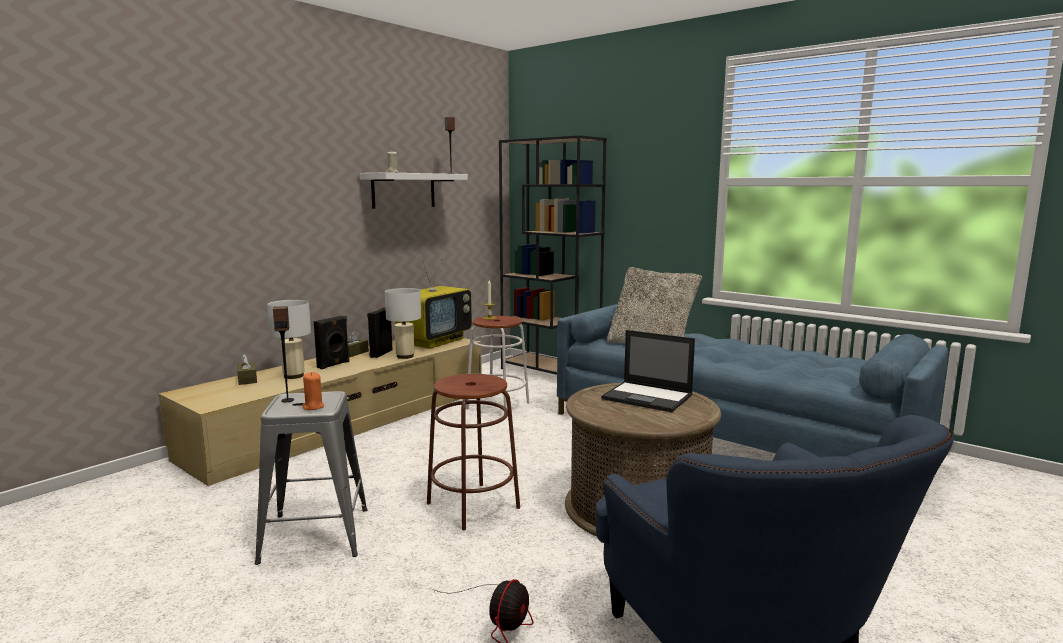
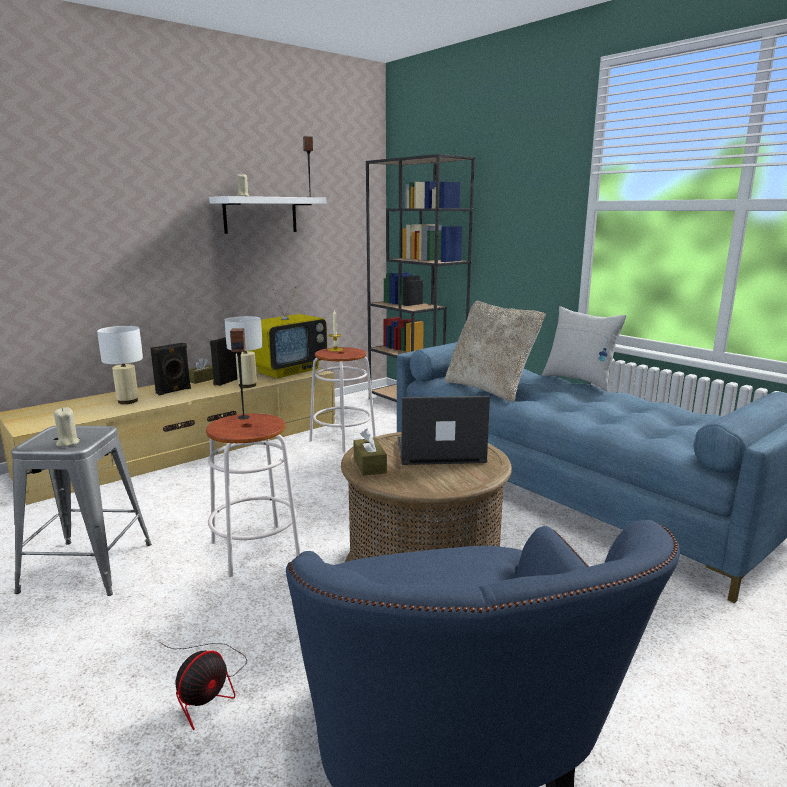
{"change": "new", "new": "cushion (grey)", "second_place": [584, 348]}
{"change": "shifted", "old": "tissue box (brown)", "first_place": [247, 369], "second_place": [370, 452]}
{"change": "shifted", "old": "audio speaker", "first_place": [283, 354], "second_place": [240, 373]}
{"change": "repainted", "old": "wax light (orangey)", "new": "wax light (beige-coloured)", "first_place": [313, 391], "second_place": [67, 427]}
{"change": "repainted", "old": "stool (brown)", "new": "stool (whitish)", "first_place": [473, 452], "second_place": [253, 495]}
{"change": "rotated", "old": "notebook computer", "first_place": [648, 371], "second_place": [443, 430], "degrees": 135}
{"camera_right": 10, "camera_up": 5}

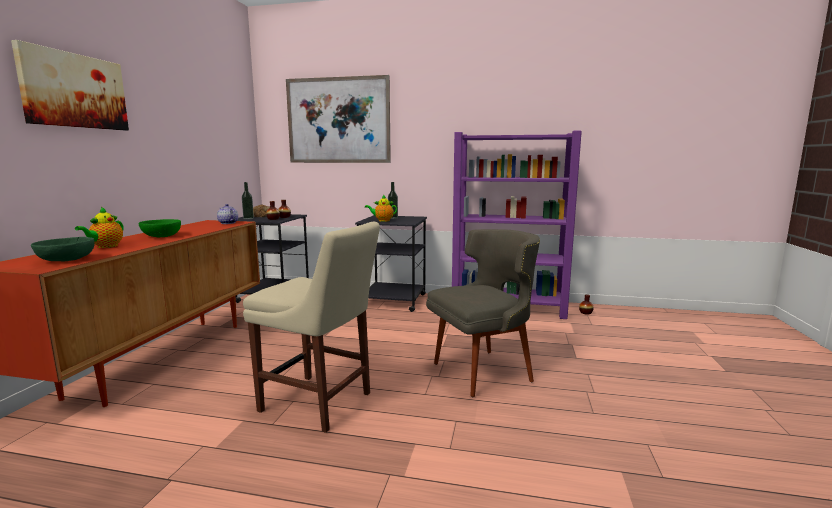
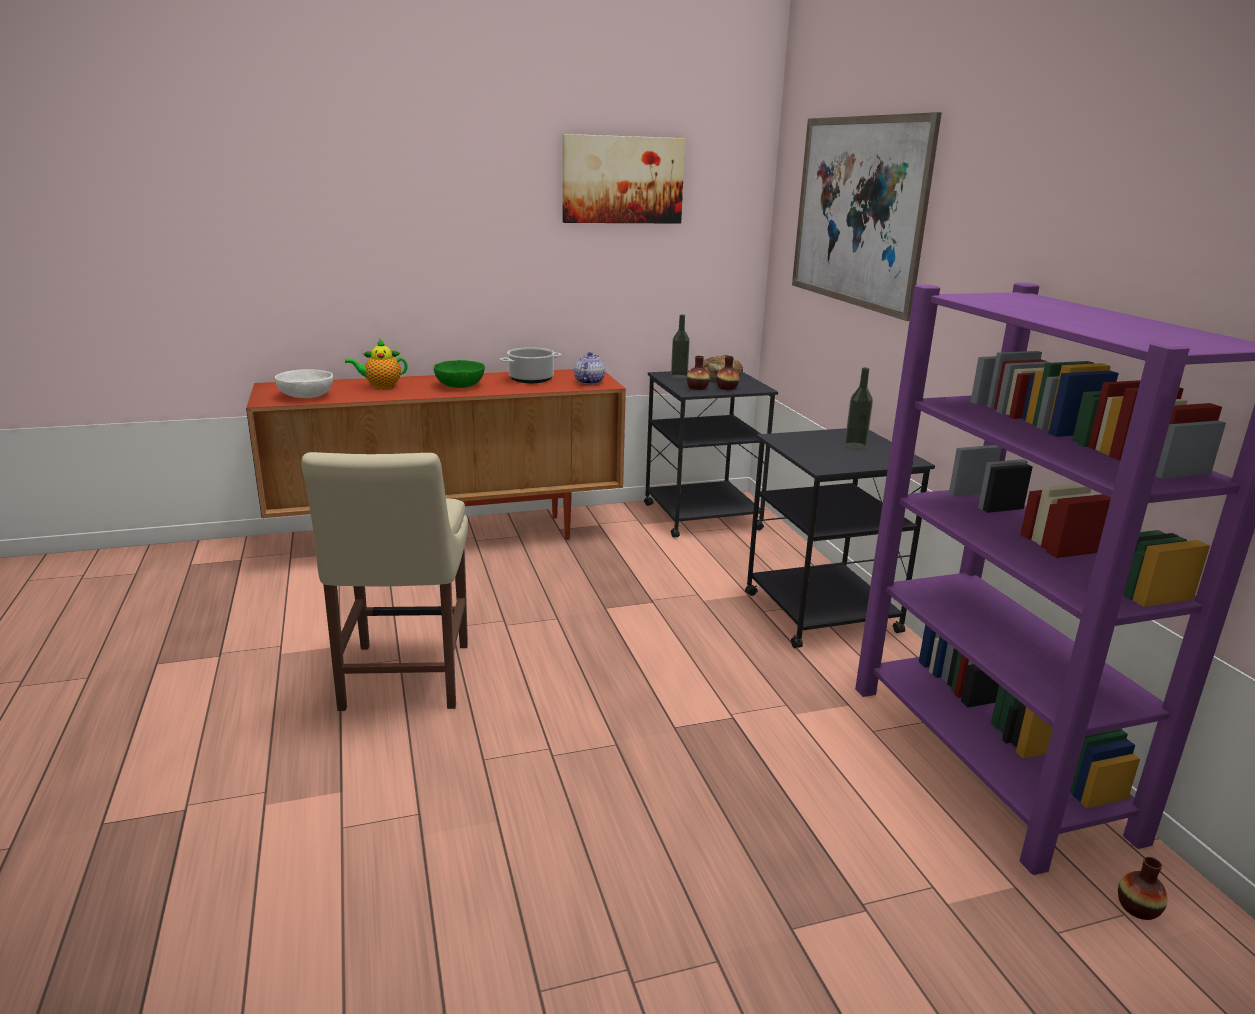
{"change": "gone", "old": "pot for tea", "first_place": [381, 208]}
{"change": "gone", "old": "chair (grey)", "first_place": [483, 313]}
{"change": "new", "new": "cooking pot", "second_place": [530, 365]}
{"change": "shifted", "old": "wall picture", "first_place": [70, 85], "second_place": [623, 179]}
{"change": "repainted", "old": "serving bowl (green-coloured)", "new": "serving bowl (whitish)", "first_place": [63, 249], "second_place": [304, 383]}
{"camera_right": 60, "camera_up": 10}

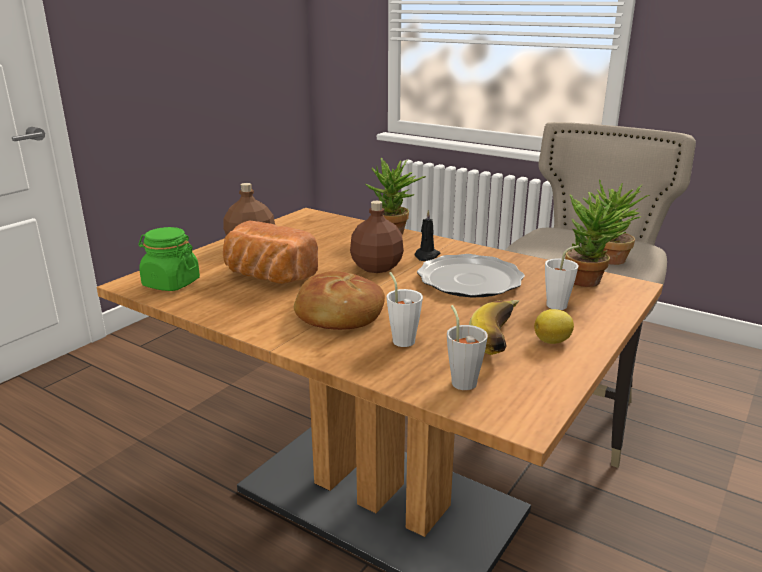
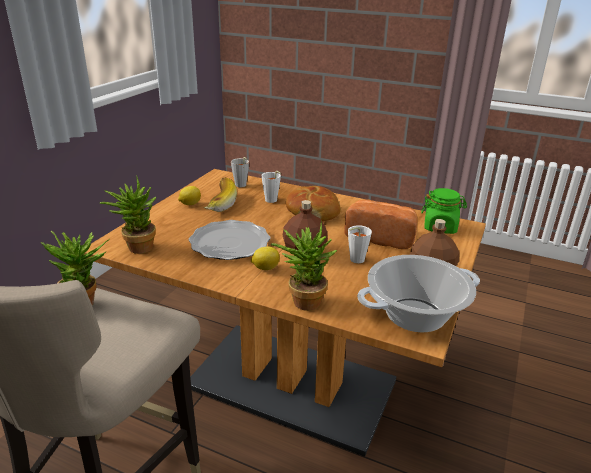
{"change": "new", "new": "cooking pot", "second_place": [418, 293]}
{"change": "shifted", "old": "drinking cup (whitish)", "first_place": [562, 277], "second_place": [360, 244]}
{"change": "swapped", "old": "wax light (blackish)", "new": "whole lemon", "first_place": [427, 235], "second_place": [265, 258]}
{"camera_right": 170, "camera_up": 5}

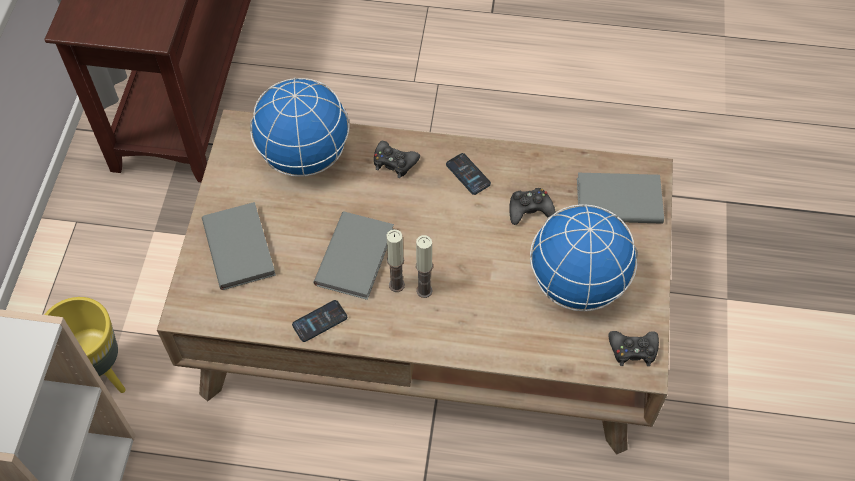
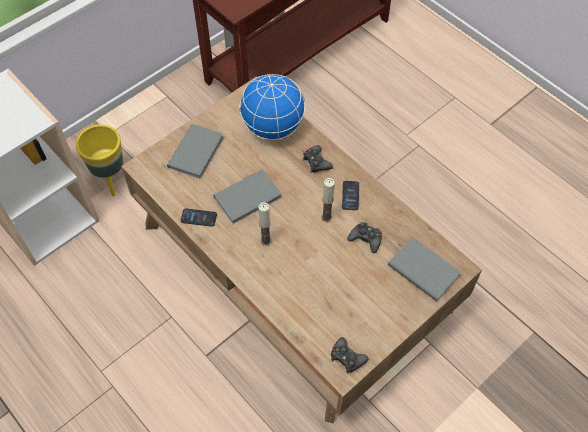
{"change": "gone", "old": "world globe", "first_place": [584, 257]}
{"change": "shifted", "old": "wax light", "first_place": [395, 260], "second_place": [328, 200]}
{"camera_right": 40, "camera_up": 0}

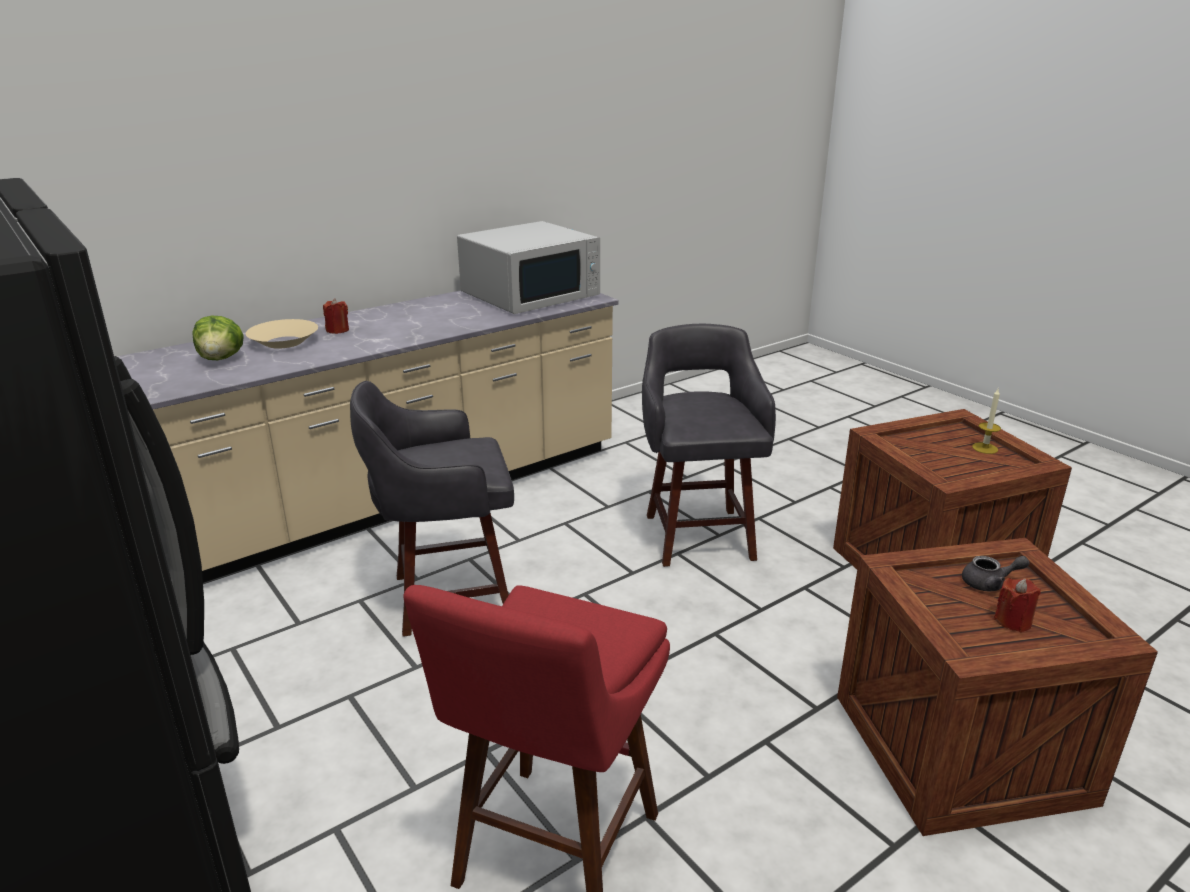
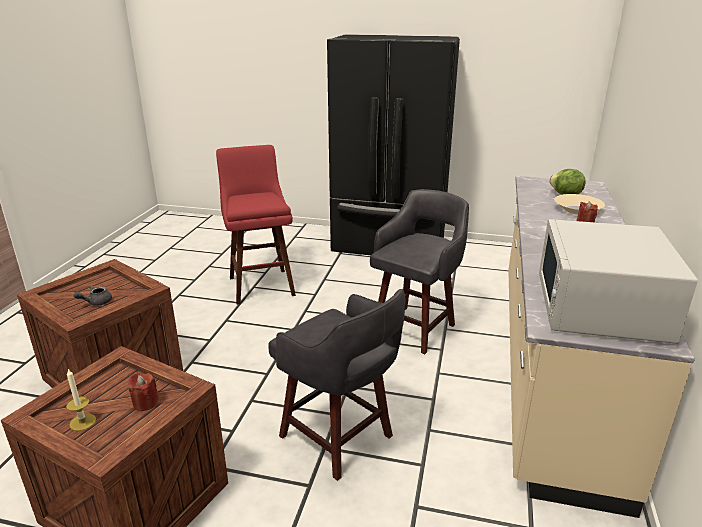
{"change": "shifted", "old": "wax light (red)", "first_place": [1017, 605], "second_place": [143, 391]}
{"camera_right": 140, "camera_up": 0}

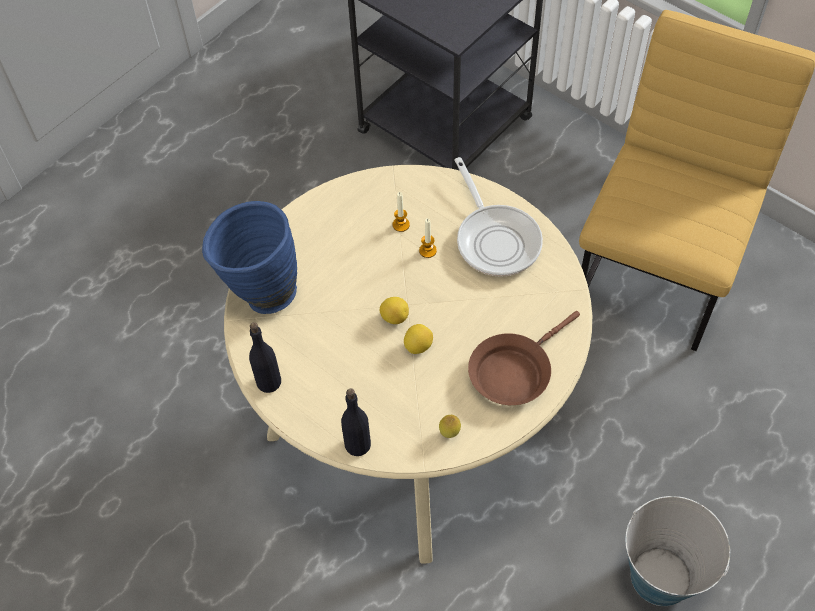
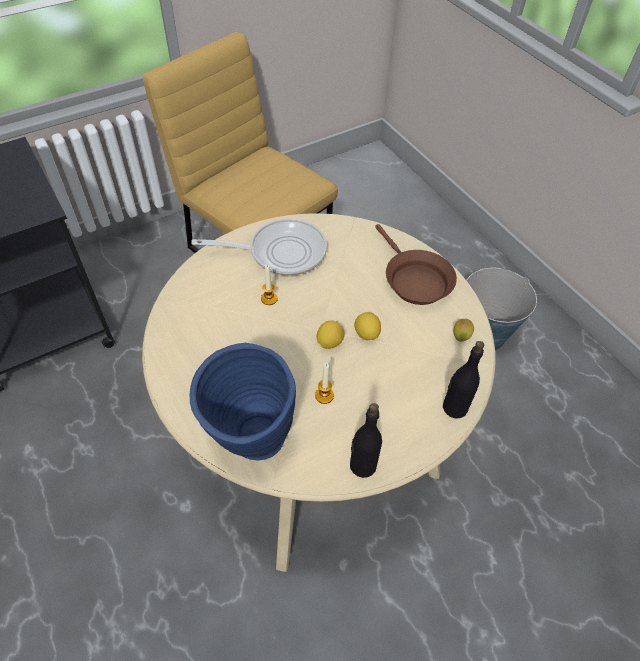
{"change": "shifted", "old": "wax light", "first_place": [401, 212], "second_place": [324, 383]}
{"camera_right": -75, "camera_up": -5}

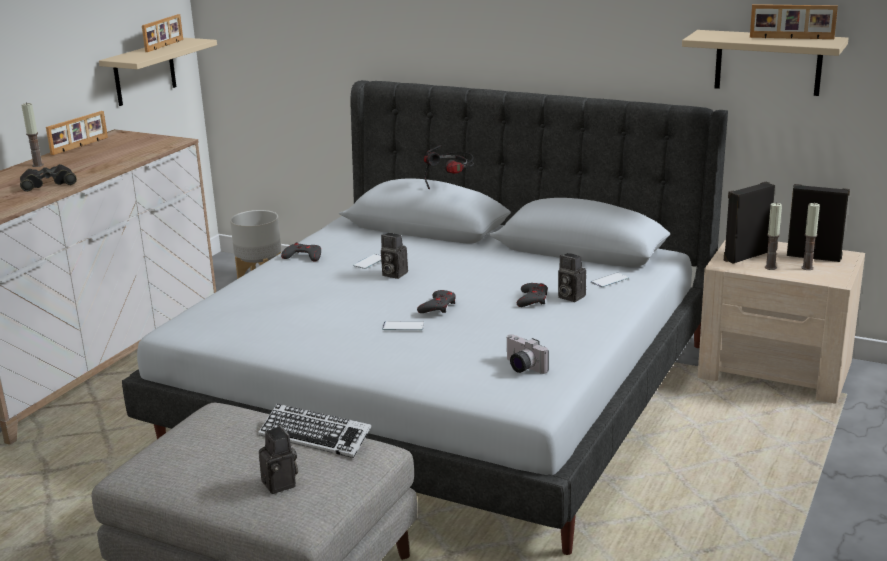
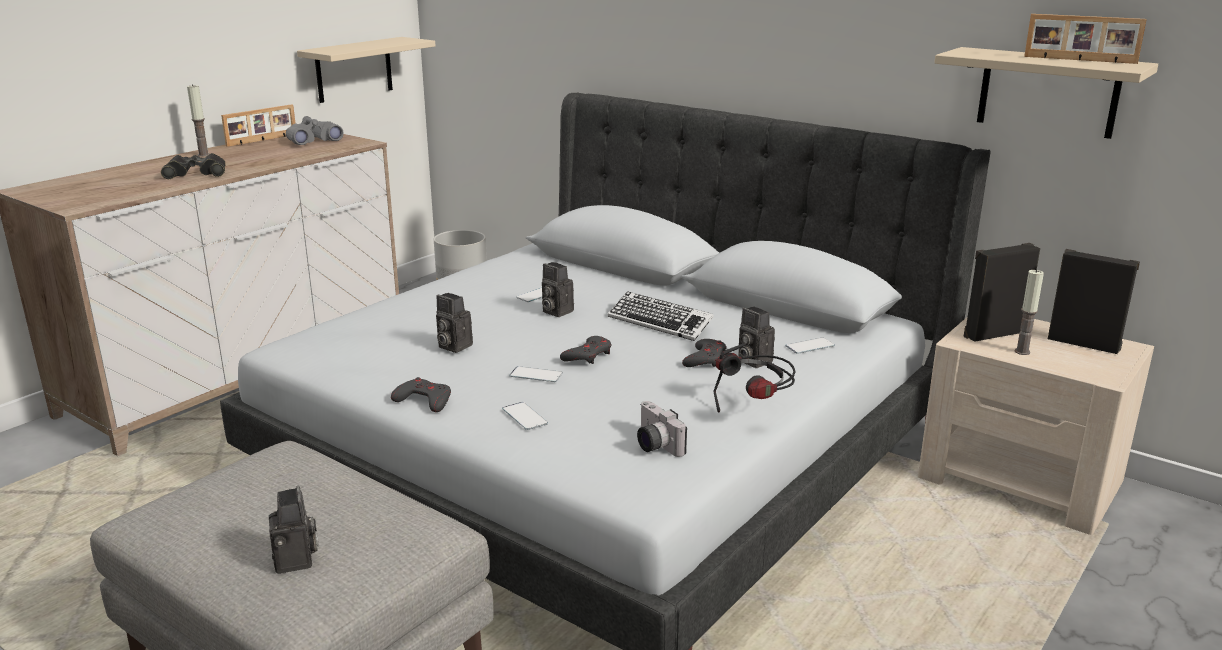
{"change": "gone", "old": "photo frame", "first_place": [162, 33]}
{"change": "gone", "old": "wax light", "first_place": [810, 236]}
{"change": "new", "new": "field glasses (grey)", "second_place": [315, 130]}
{"change": "new", "new": "still camera", "second_place": [454, 323]}
{"change": "new", "new": "telephone", "second_place": [525, 416]}
{"change": "shifted", "old": "keyboard", "first_place": [314, 430], "second_place": [661, 316]}
{"change": "shifted", "old": "gamepad (grey)", "first_place": [301, 251], "second_place": [421, 394]}
{"change": "shifted", "old": "headphones", "first_place": [449, 167], "second_place": [754, 377]}
{"camera_right": 10, "camera_up": 0}

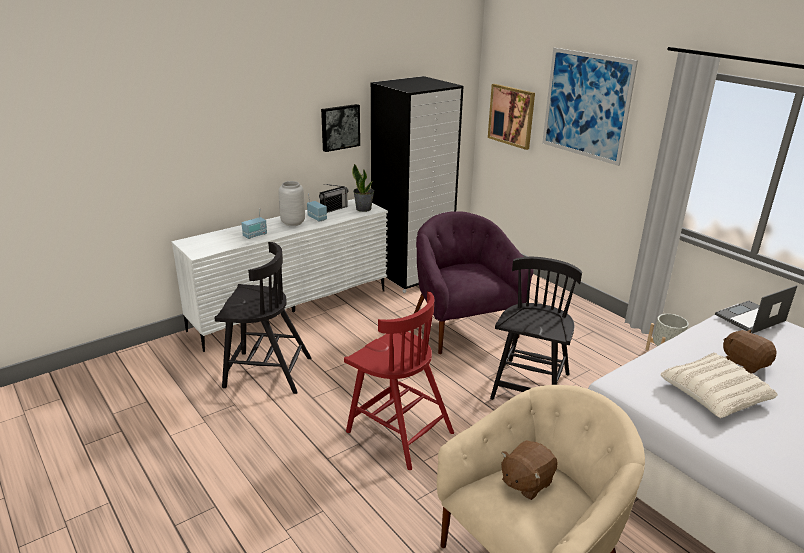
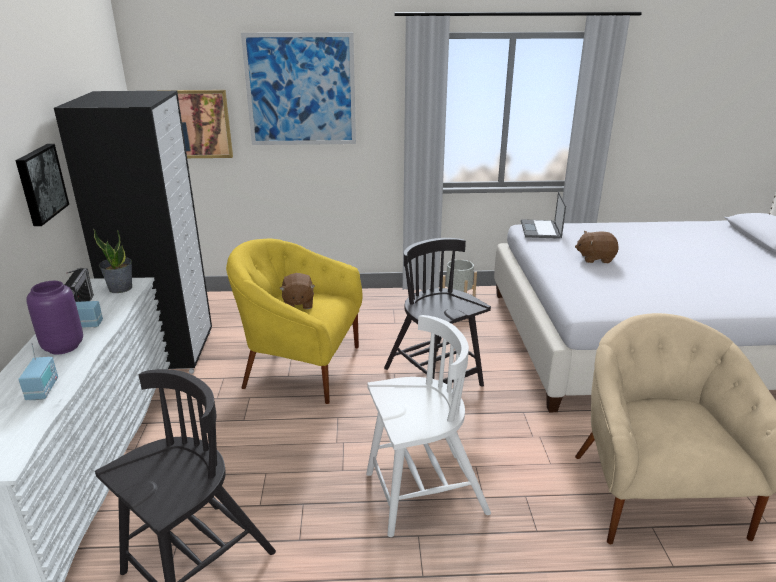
{"change": "gone", "old": "cushion (beige-coloured)", "first_place": [719, 385]}
{"change": "shifted", "old": "soft toy (brown)", "first_place": [529, 470], "second_place": [297, 291]}
{"change": "repainted", "old": "vase (grey)", "new": "vase (purple-coloured)", "first_place": [292, 203], "second_place": [54, 317]}
{"change": "repainted", "old": "chair (red)", "new": "chair (whitish)", "first_place": [399, 380], "second_place": [428, 426]}
{"change": "repainted", "old": "easy chair (purple-coloured)", "new": "easy chair (yellowish)", "first_place": [473, 282], "second_place": [294, 321]}
{"camera_right": -55, "camera_up": 0}

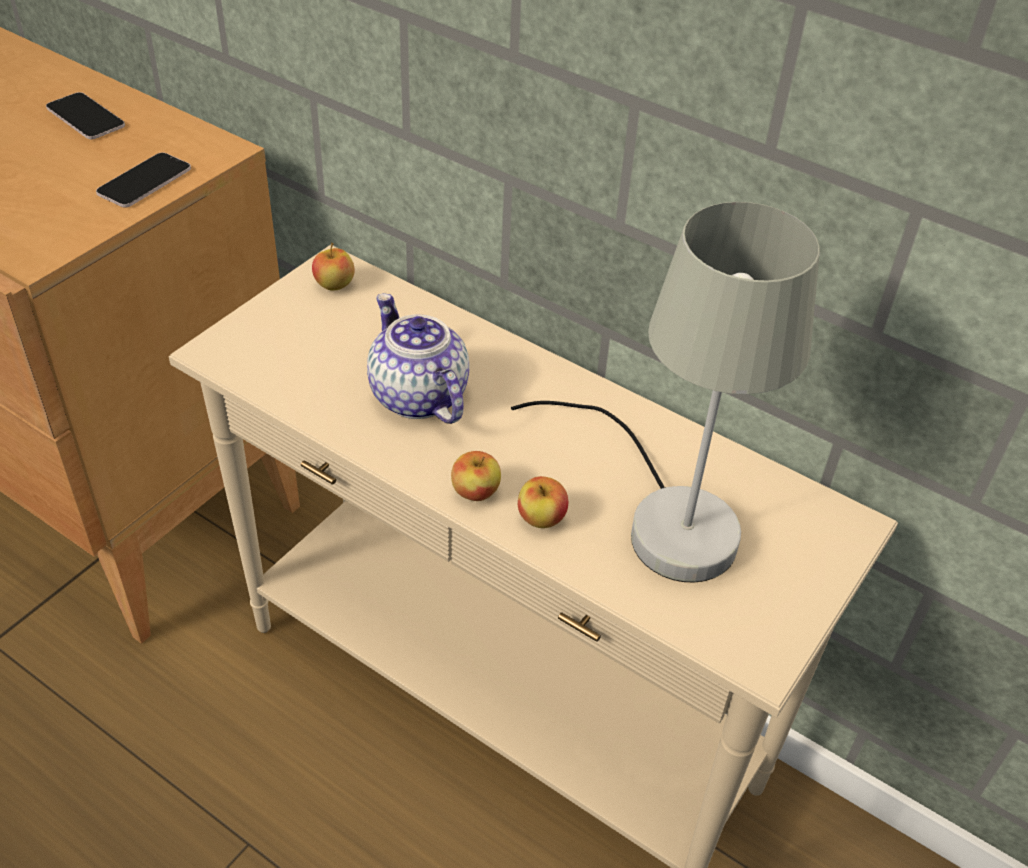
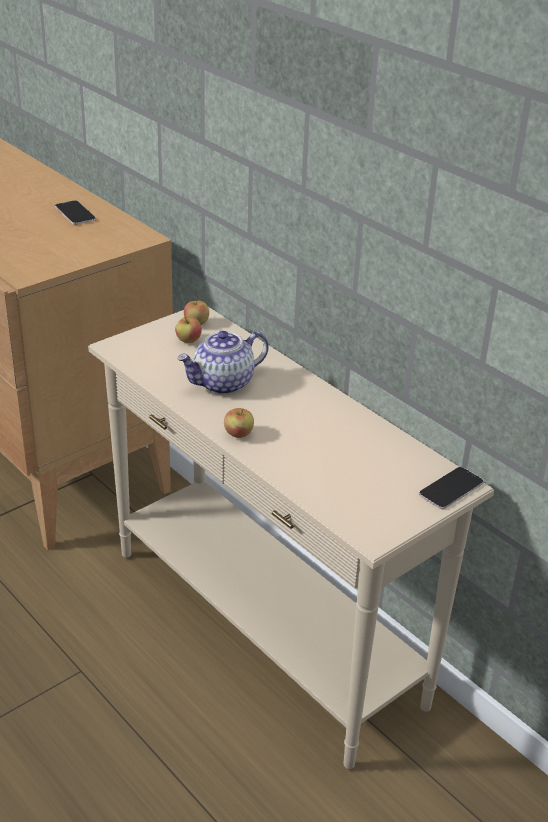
{"change": "gone", "old": "lamp for a table (grey)", "first_place": [665, 392]}
{"change": "shifted", "old": "telephone", "first_place": [143, 179], "second_place": [451, 488]}
{"change": "shifted", "old": "whole apple", "first_place": [543, 502], "second_place": [188, 330]}
{"change": "rotated", "old": "pot for tea", "first_place": [418, 358], "second_place": [223, 363], "degrees": -105}
{"camera_right": 15, "camera_up": -10}

